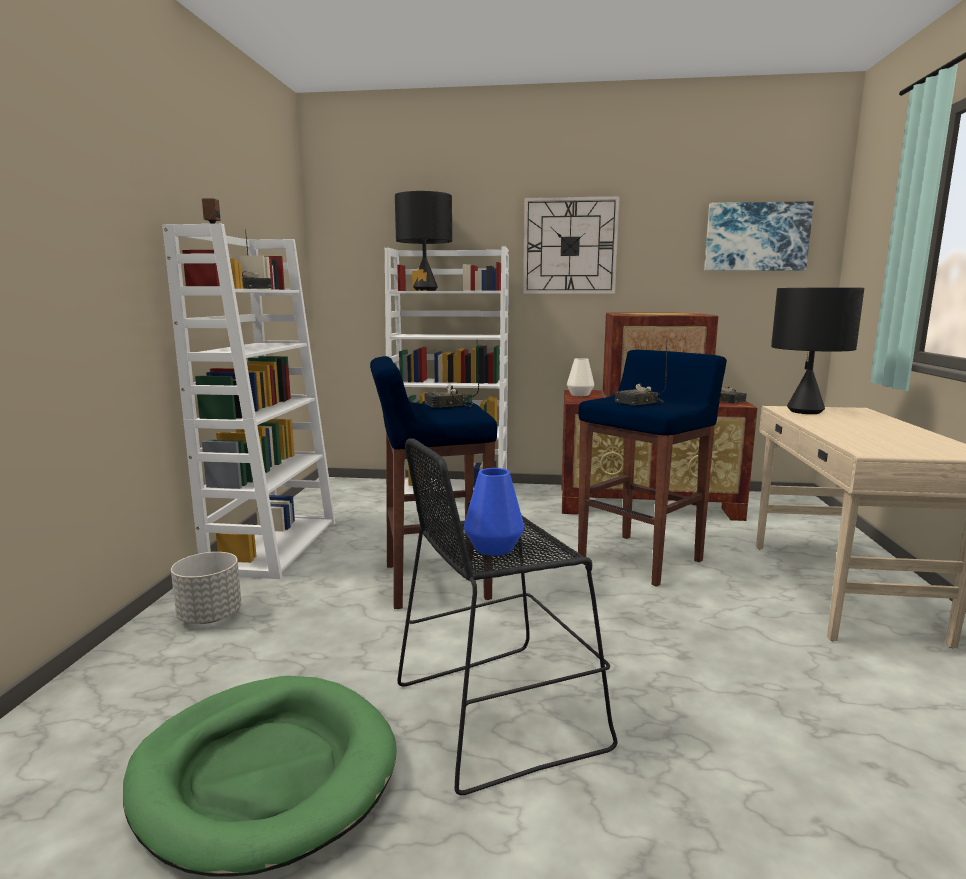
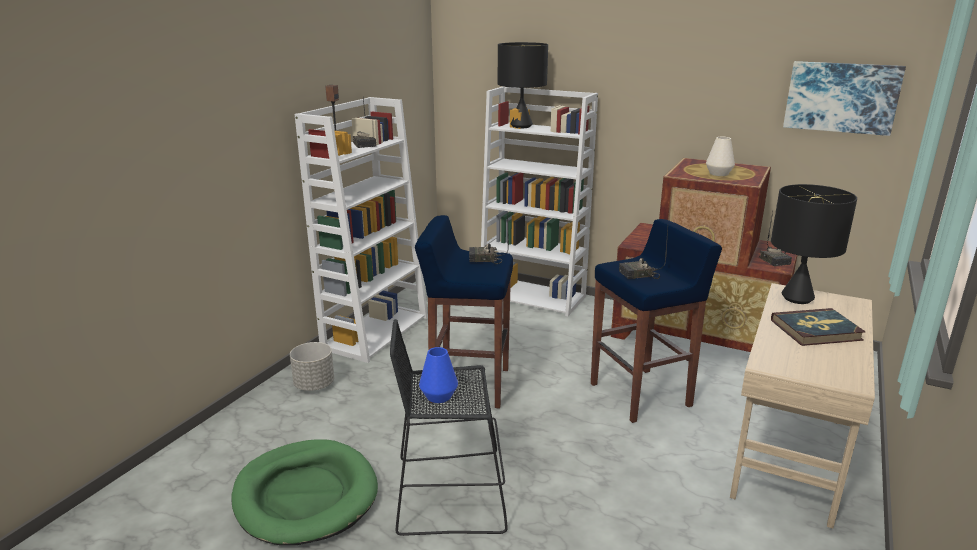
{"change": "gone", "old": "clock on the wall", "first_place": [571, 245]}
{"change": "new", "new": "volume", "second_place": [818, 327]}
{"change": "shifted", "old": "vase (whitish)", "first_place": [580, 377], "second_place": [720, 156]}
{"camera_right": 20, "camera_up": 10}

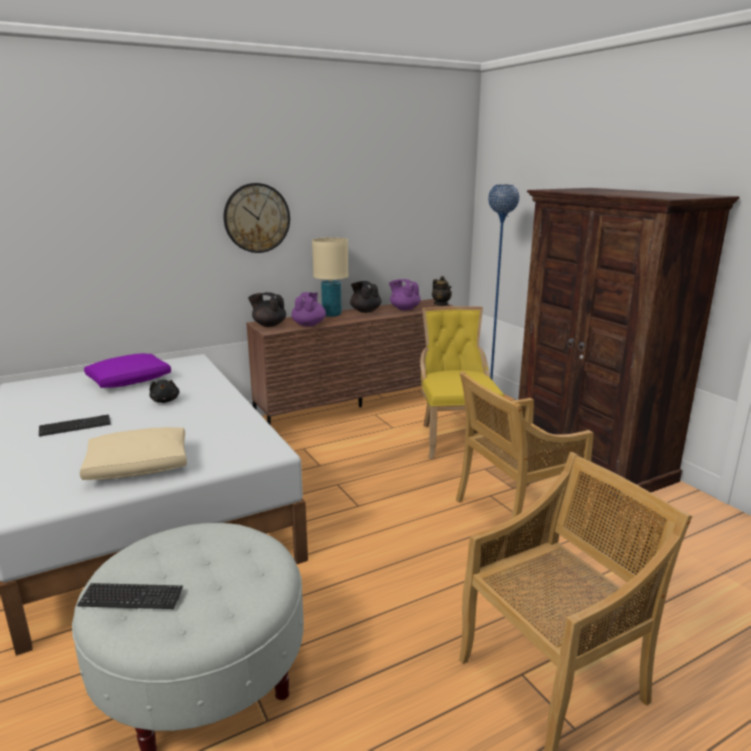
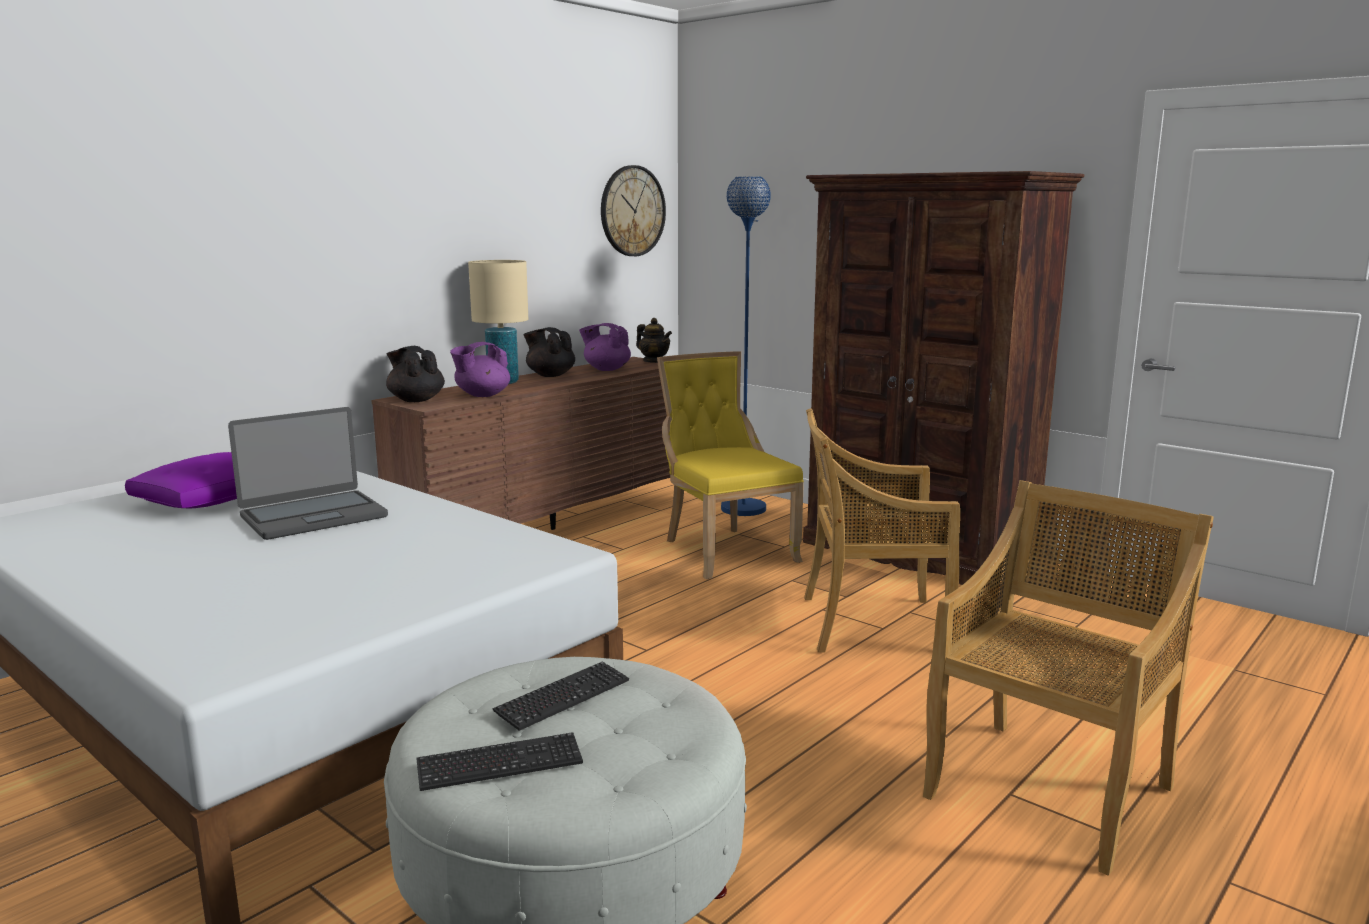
{"change": "gone", "old": "cushion (beige-coloured)", "first_place": [133, 453]}
{"change": "shifted", "old": "keyboard", "first_place": [75, 425], "second_place": [561, 696]}
{"change": "shifted", "old": "clock on the wall", "first_place": [256, 218], "second_place": [633, 210]}
{"change": "swapped", "old": "soft toy (blackish)", "new": "notebook computer", "first_place": [164, 391], "second_place": [308, 473]}
{"change": "rotated", "old": "pot for tea (blackish)", "first_place": [267, 309], "second_place": [415, 374], "degrees": 45}
{"change": "rotated", "old": "pot for tea (purple-coloured)", "first_place": [309, 309], "second_place": [480, 369], "degrees": -120}
{"change": "rotated", "old": "chair (beige-coloured)", "first_place": [524, 456], "second_place": [882, 530], "degrees": 45}
{"camera_right": -20, "camera_up": -5}

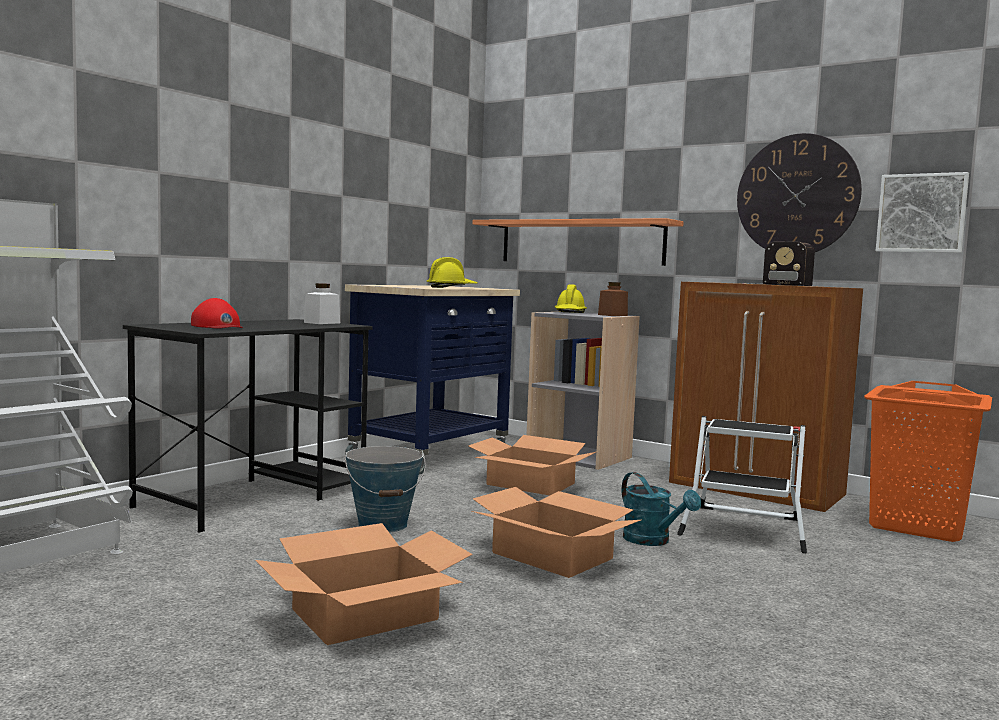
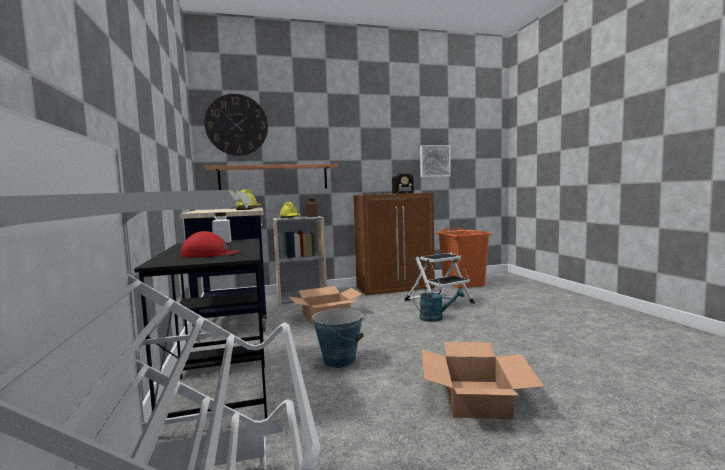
{"change": "gone", "old": "cardboard box", "first_place": [556, 532]}
{"change": "shifted", "old": "clock on the wall", "first_place": [799, 192], "second_place": [236, 125]}
{"camera_right": -50, "camera_up": 0}

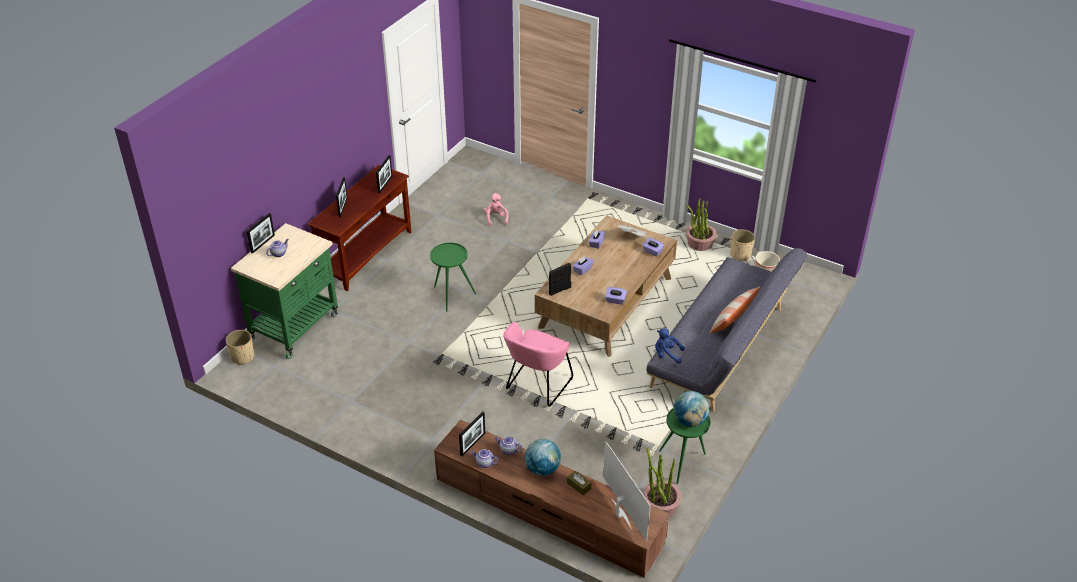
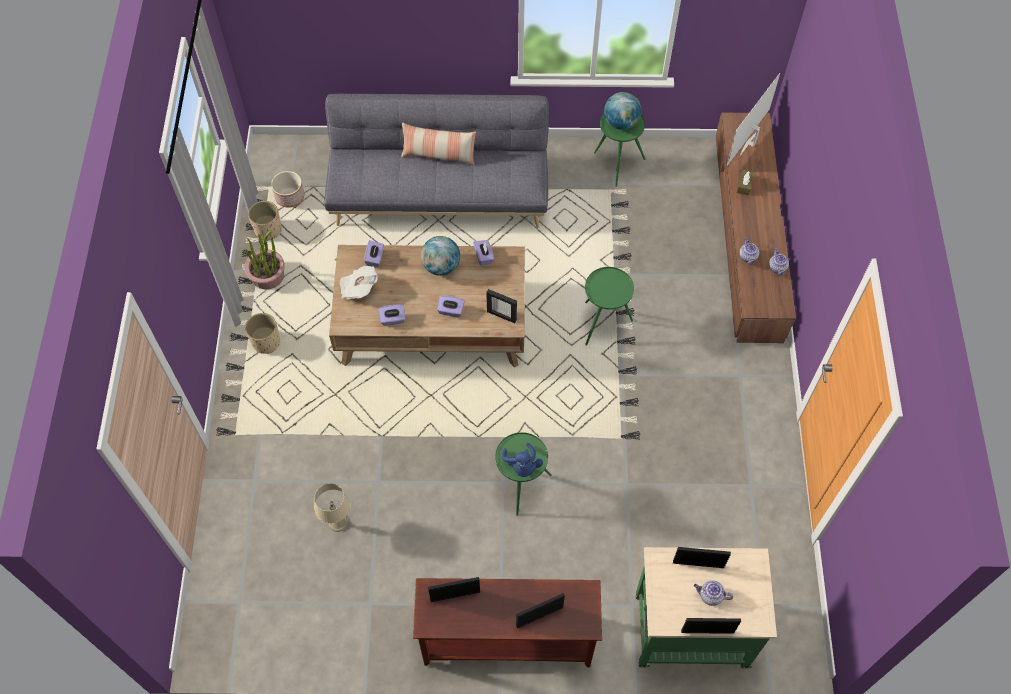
{"change": "gone", "old": "potted plant", "first_place": [662, 483]}
{"change": "shifted", "old": "flower pot (beige-coloured)", "first_place": [240, 347], "second_place": [262, 333]}
{"change": "shifted", "old": "photo frame", "first_place": [472, 434], "second_place": [702, 557]}
{"change": "shifted", "old": "world globe", "first_place": [542, 457], "second_place": [440, 256]}
{"change": "shifted", "old": "soft toy (bluish)", "first_place": [670, 346], "second_place": [522, 459]}
{"change": "swapped", "old": "soft toy (pink)", "new": "lamp for a table (beige-coloured)", "first_place": [496, 209], "second_place": [332, 507]}
{"change": "swapped", "old": "easy chair (pink)", "new": "end table (green-coloured)", "first_place": [538, 364], "second_place": [609, 306]}
{"camera_right": -120, "camera_up": 20}

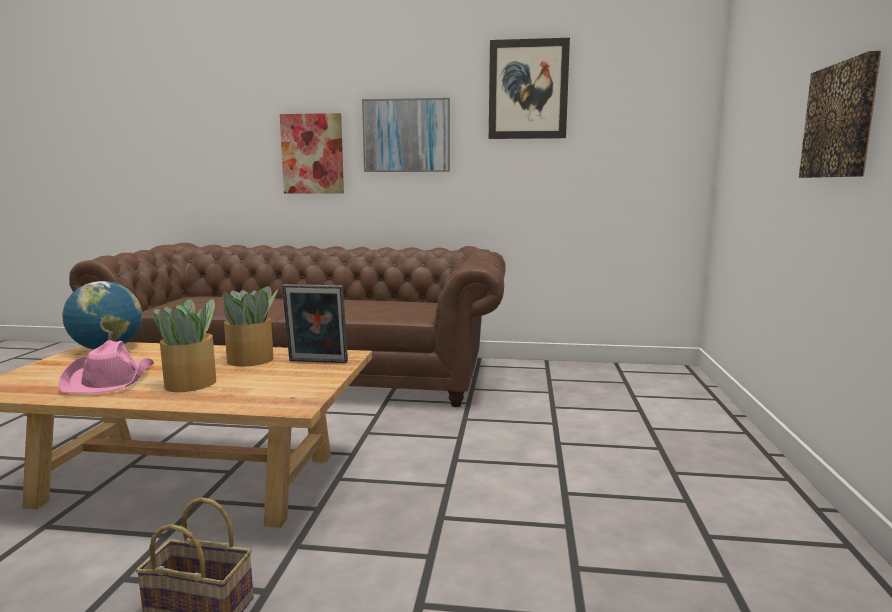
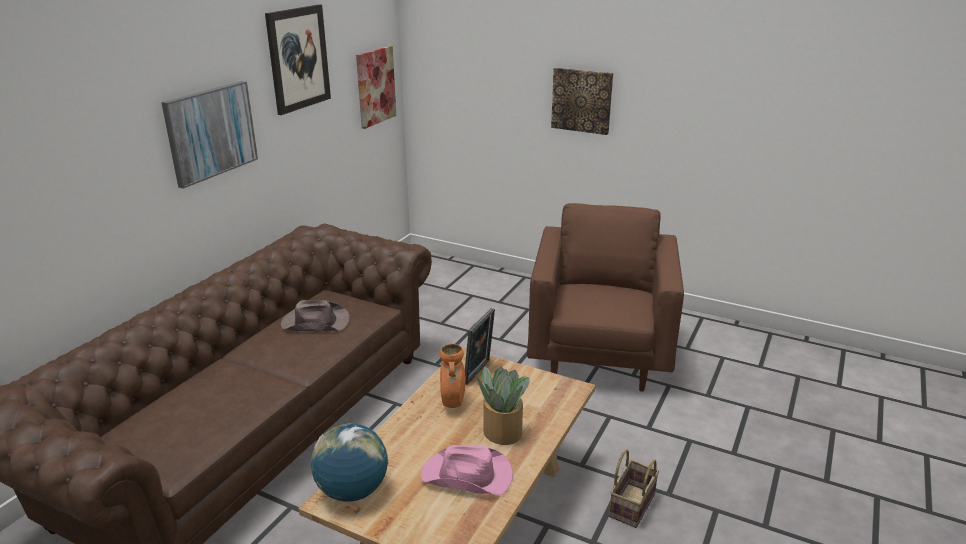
{"change": "new", "new": "wearable hat (brown)", "second_place": [315, 316]}
{"change": "new", "new": "easy chair (brown)", "second_place": [605, 297]}
{"change": "shifted", "old": "wall picture", "first_place": [312, 153], "second_place": [376, 87]}
{"change": "swapped", "old": "potted plant", "new": "vase (orangey)", "first_place": [250, 326], "second_place": [452, 376]}
{"camera_right": -70, "camera_up": 15}

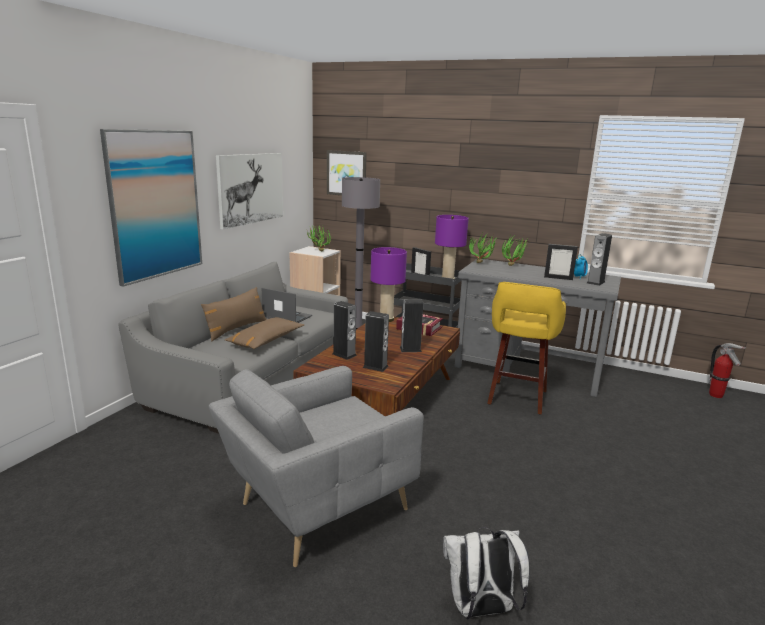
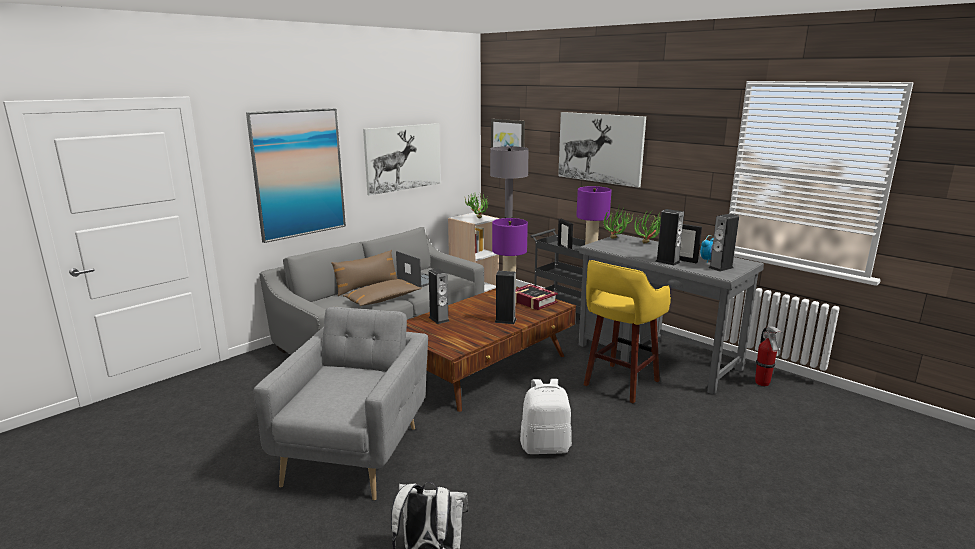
{"change": "new", "new": "knapsack (whitish)", "second_place": [546, 416]}
{"change": "new", "new": "wall picture", "second_place": [602, 150]}
{"change": "shifted", "old": "audio speaker", "first_place": [376, 341], "second_place": [669, 237]}
{"change": "shifted", "old": "fire extinguisher", "first_place": [727, 370], "second_place": [769, 356]}
{"change": "rotated", "old": "easy chair (grey)", "first_place": [316, 467], "second_place": [341, 404], "degrees": 120}
{"camera_right": 20, "camera_up": 0}

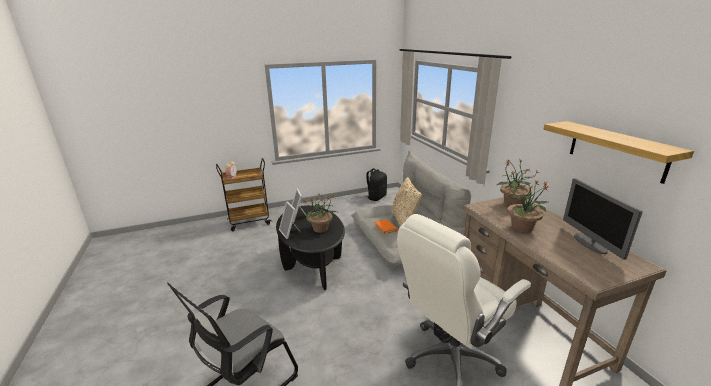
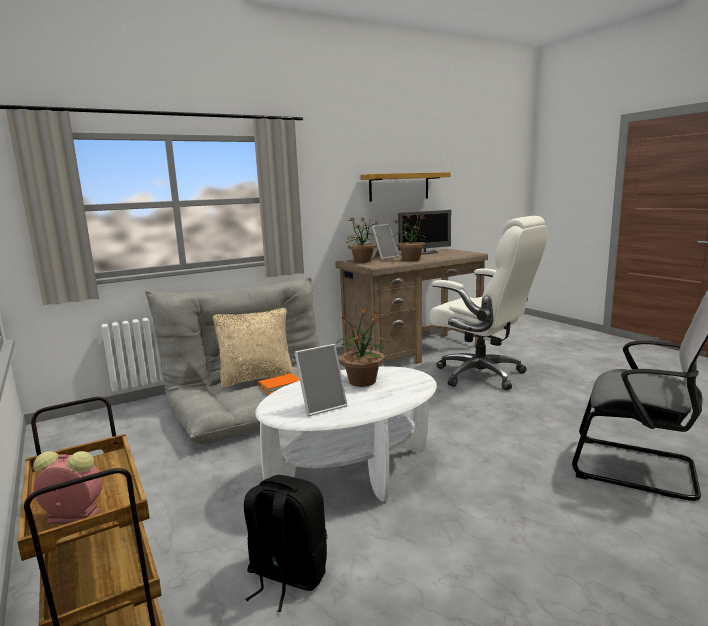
{"change": "shifted", "old": "photo frame", "first_place": [289, 220], "second_place": [385, 242]}
{"change": "shifted", "old": "knapsack (blackish)", "first_place": [376, 184], "second_place": [285, 543]}
{"change": "repainted", "old": "lounge table (blackish)", "new": "lounge table (whitish)", "first_place": [310, 247], "second_place": [346, 434]}
{"camera_right": -100, "camera_up": -10}

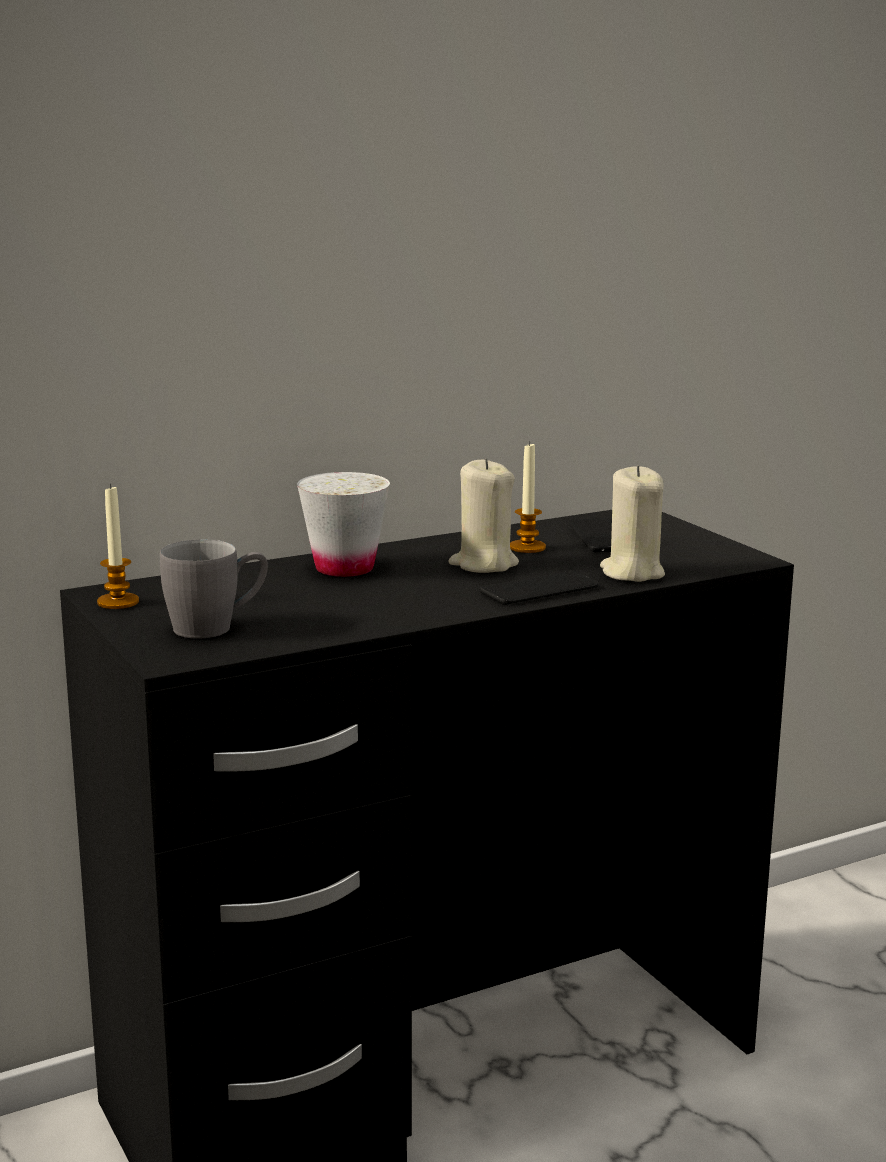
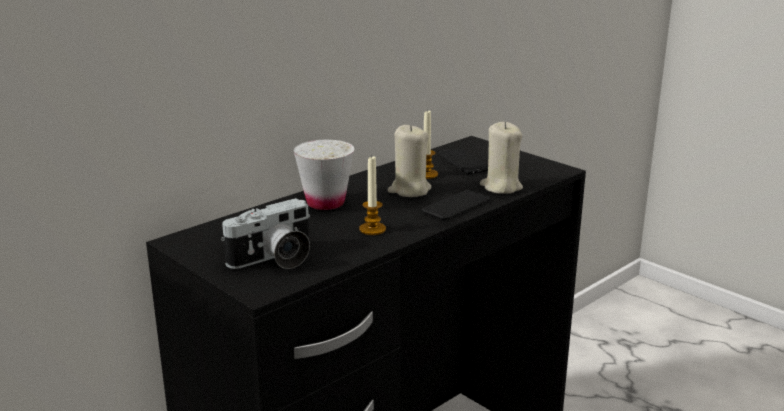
{"change": "shifted", "old": "wax light", "first_place": [118, 546], "second_place": [372, 195]}
{"change": "swapped", "old": "tea mug (grey)", "new": "still camera", "first_place": [214, 588], "second_place": [265, 233]}
{"camera_right": -15, "camera_up": 5}

